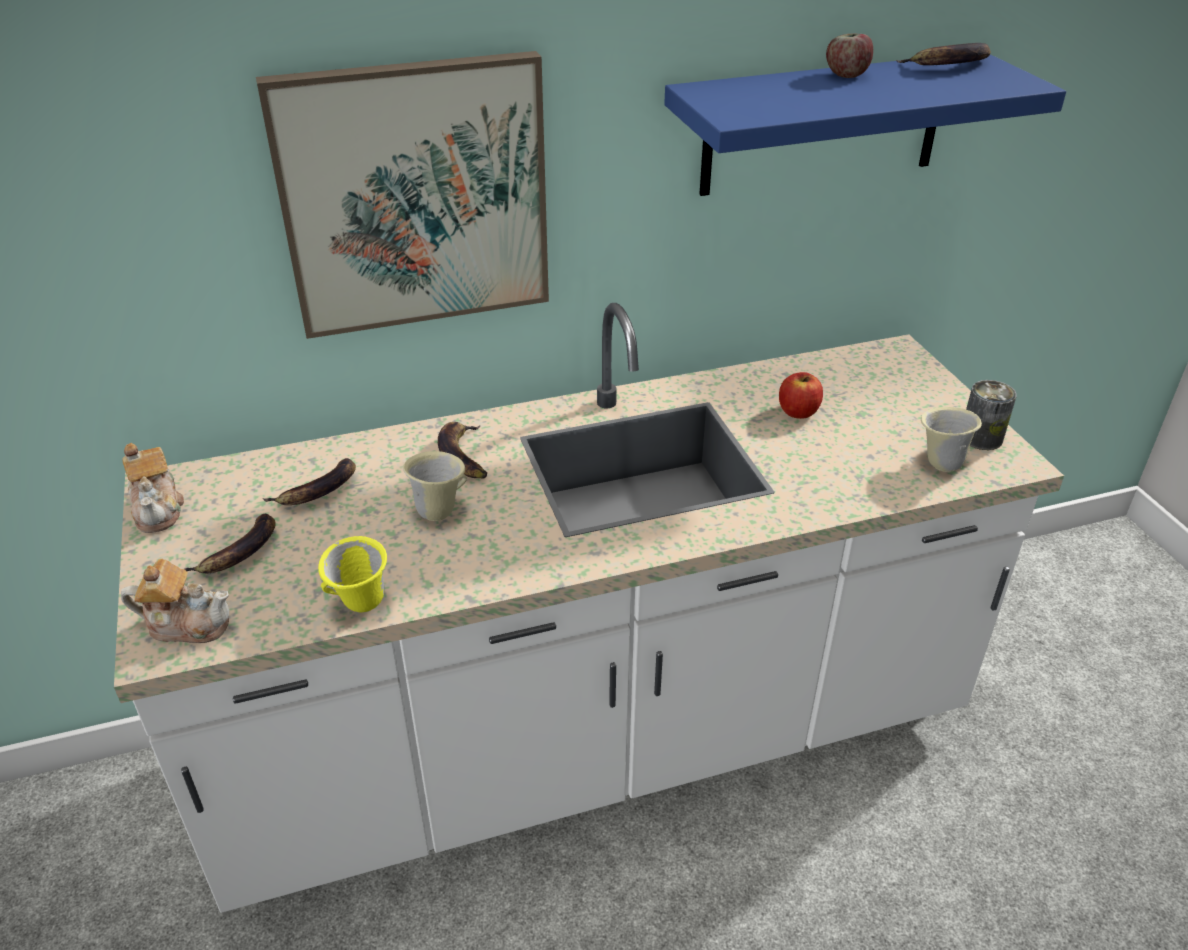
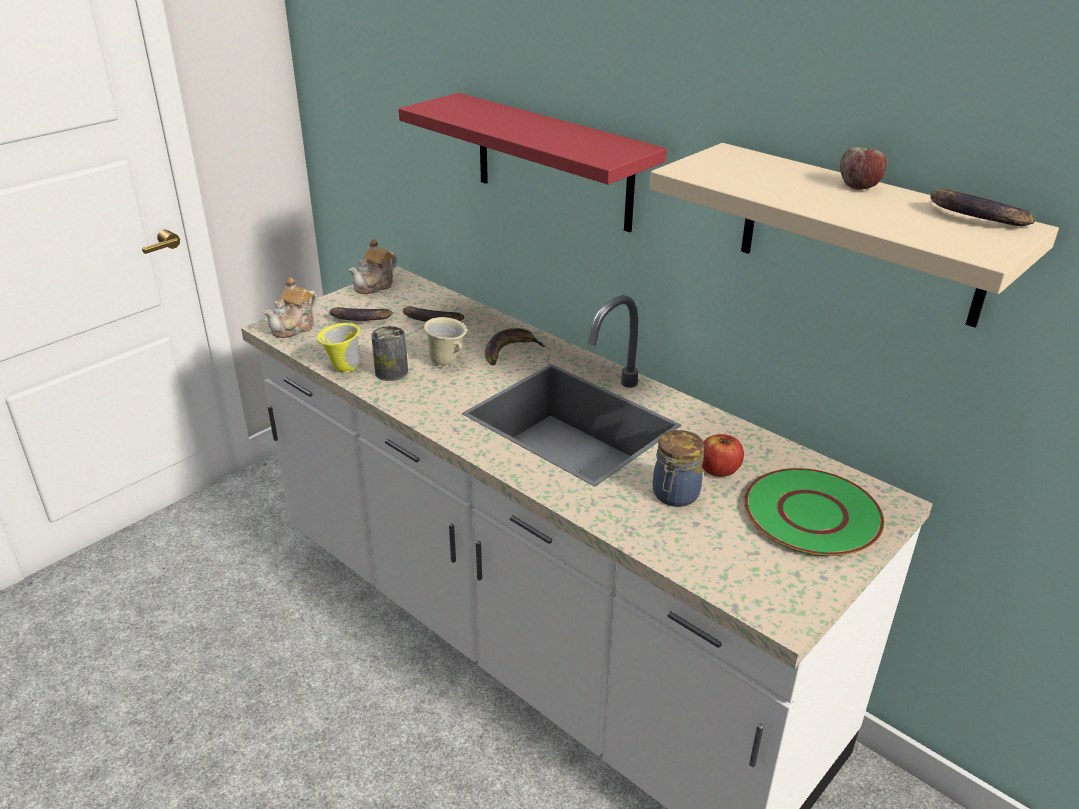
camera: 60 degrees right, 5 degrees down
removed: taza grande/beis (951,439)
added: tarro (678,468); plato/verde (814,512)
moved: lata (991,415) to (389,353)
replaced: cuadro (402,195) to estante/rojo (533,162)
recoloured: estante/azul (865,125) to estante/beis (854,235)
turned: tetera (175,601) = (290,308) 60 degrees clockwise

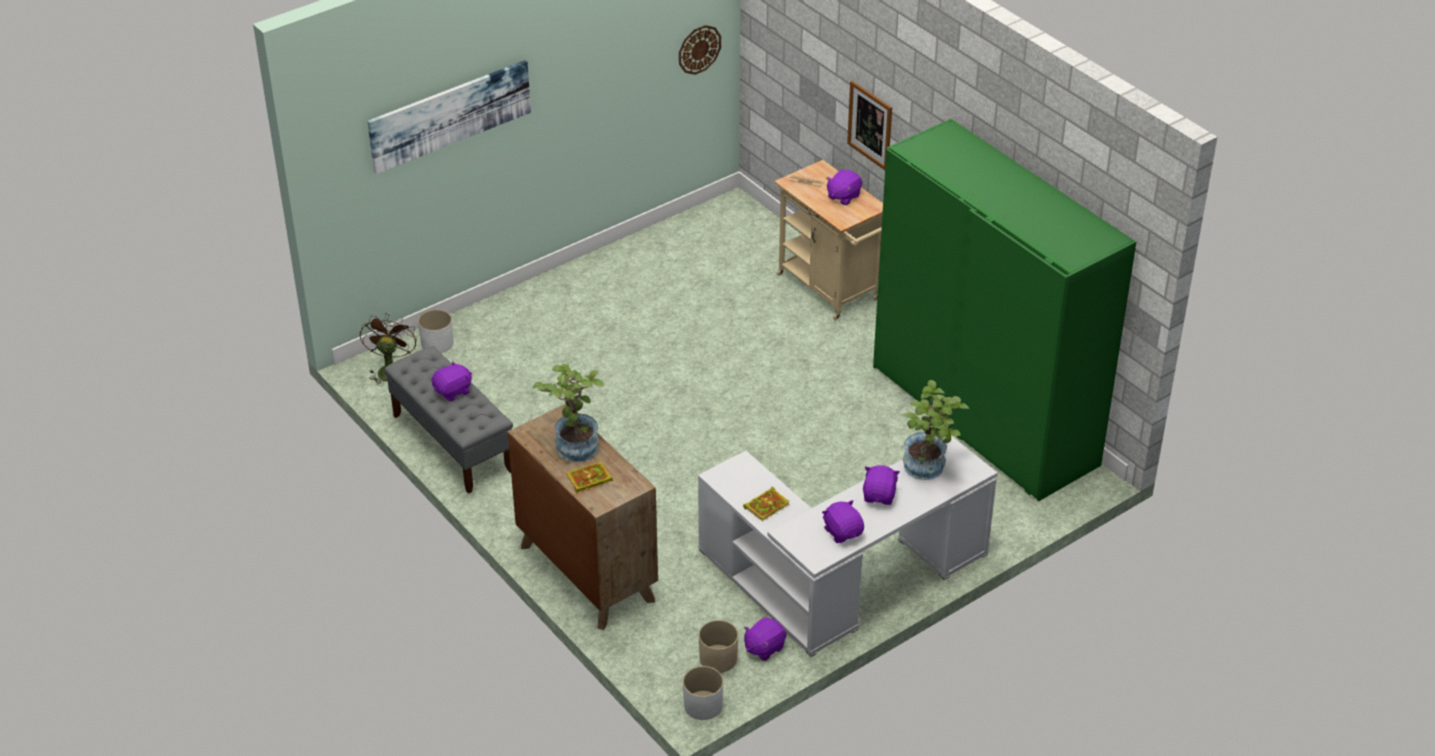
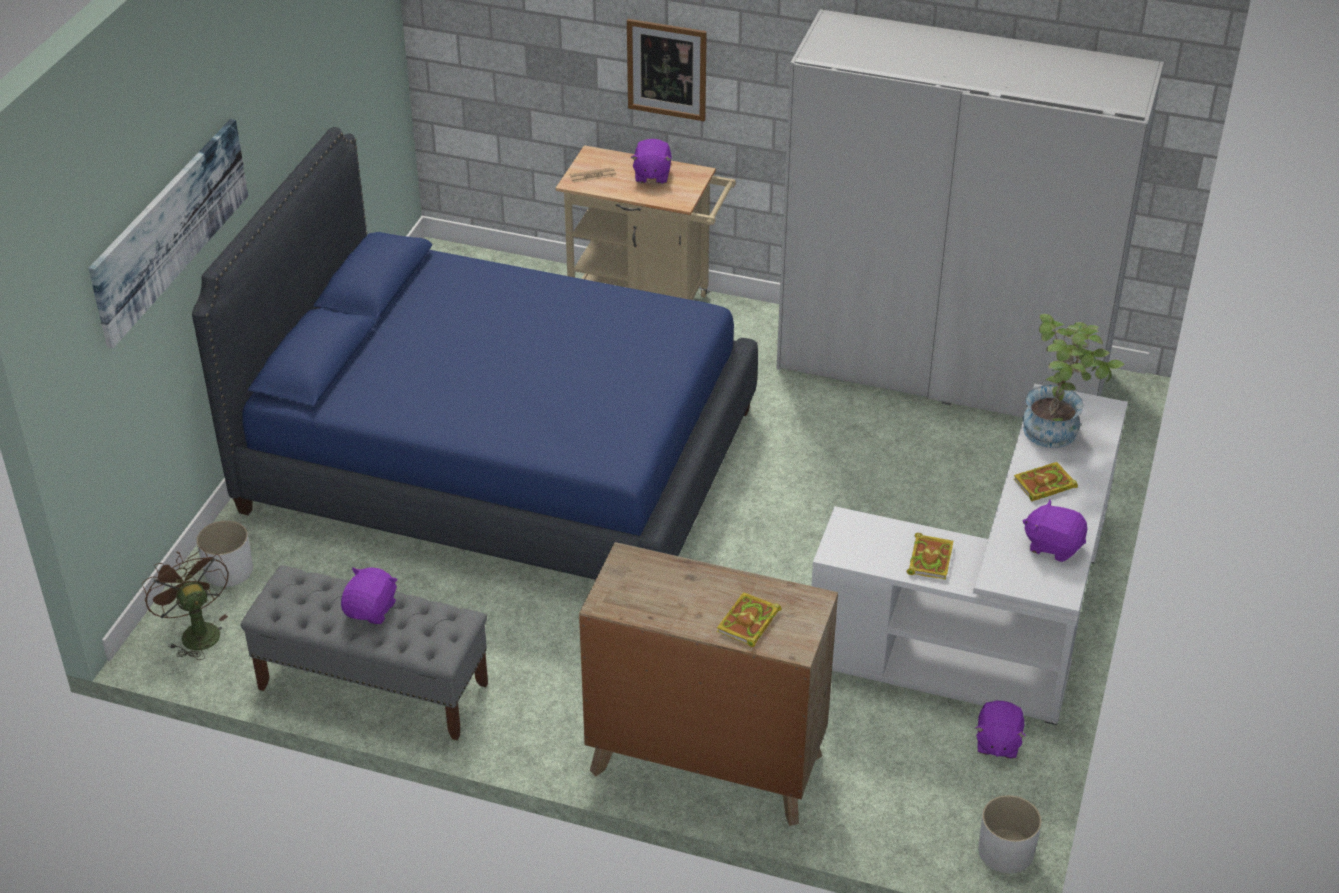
camera: 35 degrees left, 0 degrees up
removed: planta en maceta (568,413); reloj de pared (700,50); maceta/beis (718,646)
added: cama/azul (475,353)
replaced: peluche/morado (881,485) to libro (1046,481)
recoloured: armario ropero/verde (1004,310) to armario ropero/blanco (970,213)

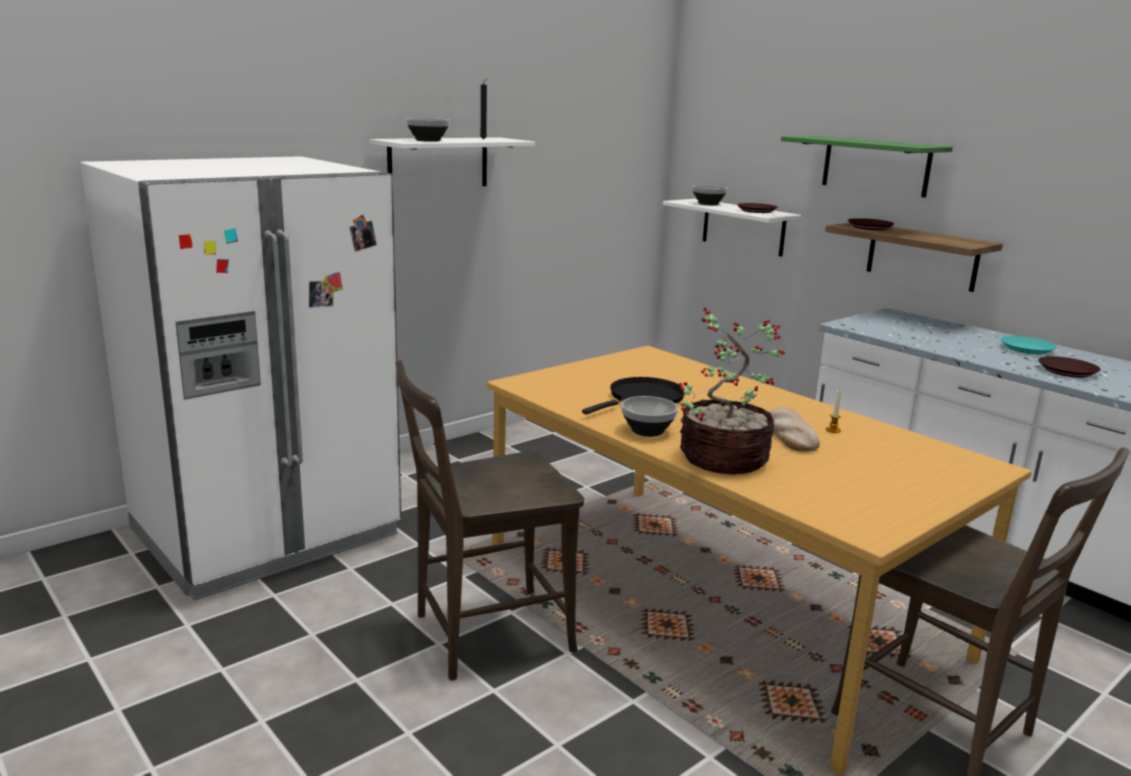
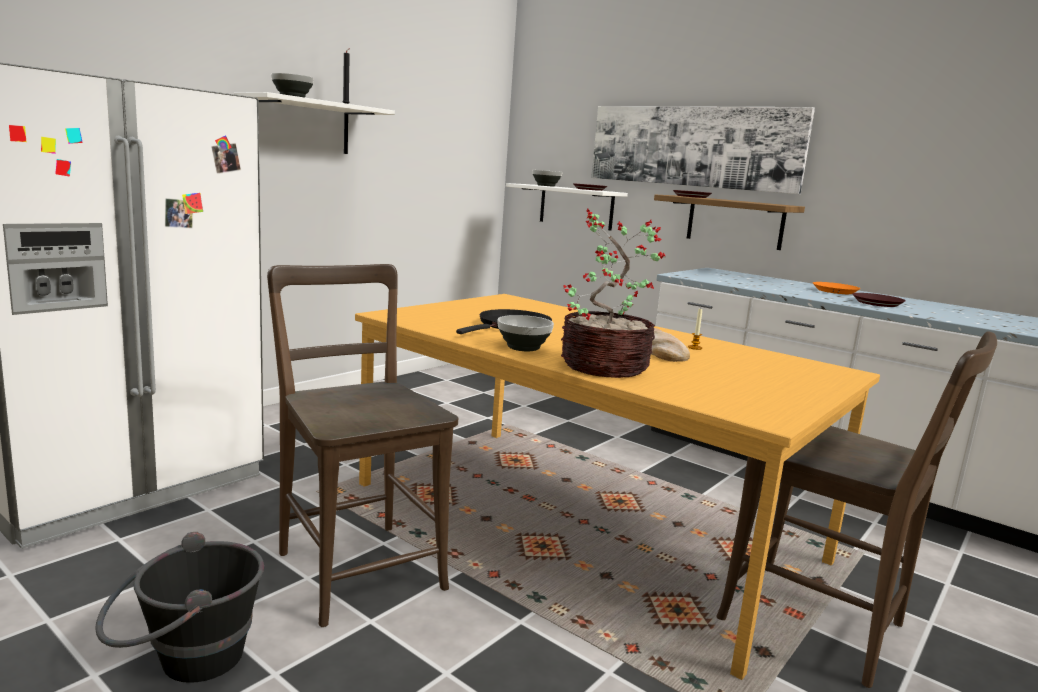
camera: 10 degrees left, 5 degrees down
added: cubo/negro (179,607)
replaced: estante/verde (867,167) to cuadro (703,150)
recoloured: plato/turquesa (1029,345) to plato/naranja (837,288)
turned: silla/marrón (489,520) = (362,445) 90 degrees clockwise

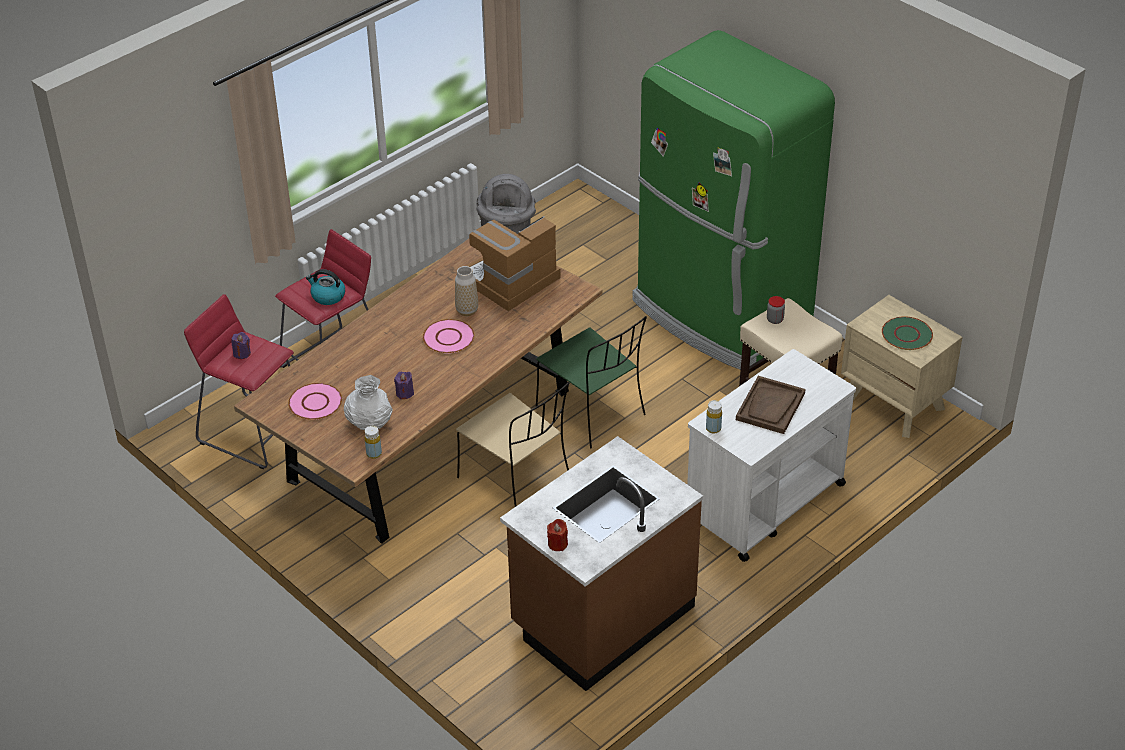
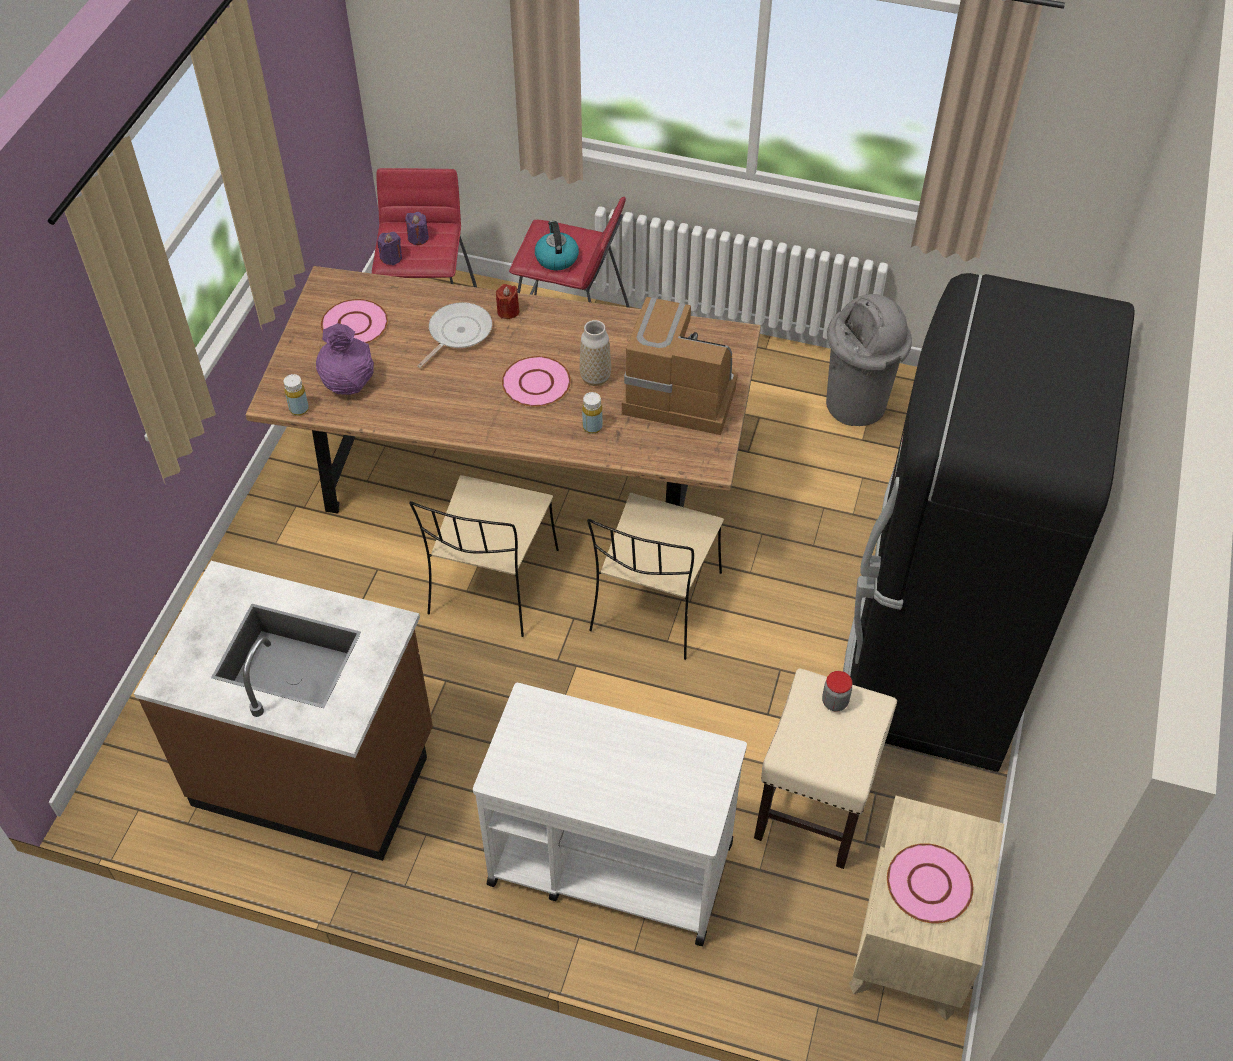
camera: 60 degrees right, 10 degrees up
removed: bandeja/marrón (770,405)
added: sartén (454,335)
moved: vela/morado (404,385) to (389,248); vela/rojo (557,535) to (508,301); botella/amarillo (714,416) to (592,413)
recoloured: florero/blanco (368,402) to florero/morado (345,359); silla/verde (591,382) to silla/beis (655,576); nevera/verde (733,200) to nevera/negro (989,522); plato/verde (907,333) to plato/rosa (930,883)

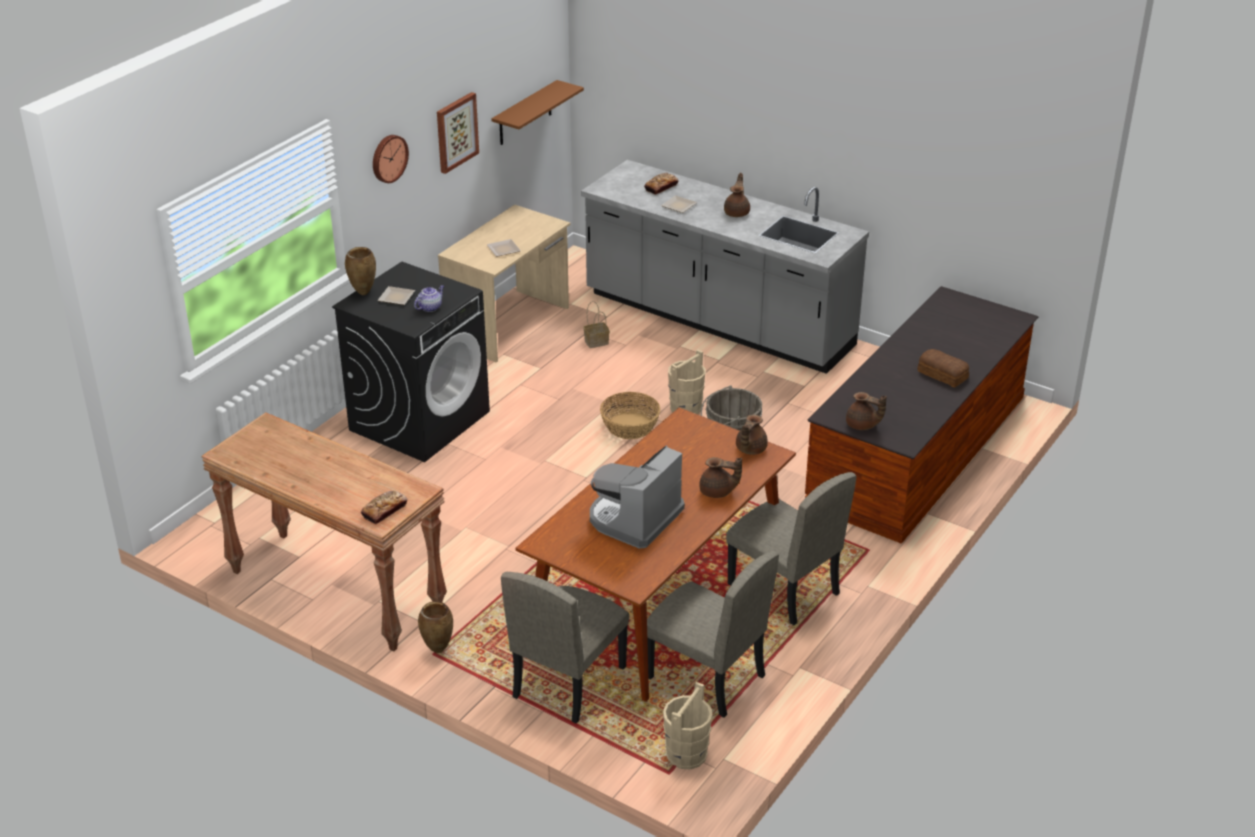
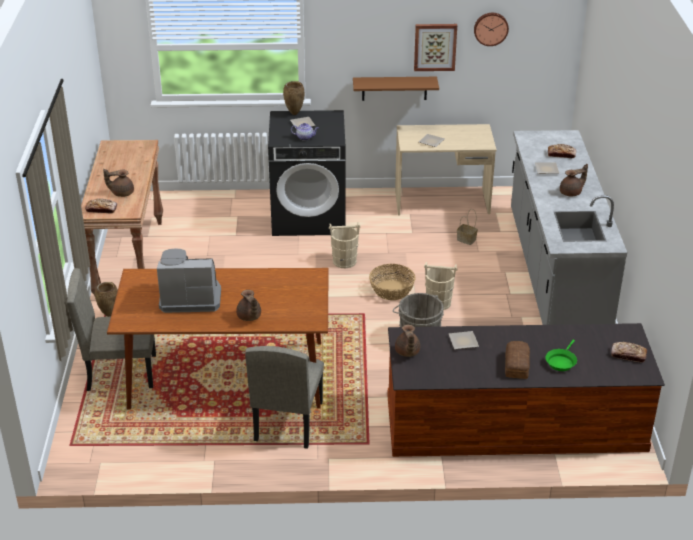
camera: 55 degrees right, 0 degrees up
removed: silla/beis (713,634)
added: plato (464,340); sartén/verde (561,355); pan (629,352)
moved: tetera/marrón (752,435) to (118,183); cubo/beis (687,725) to (345,245); estante/marrón (537,112) to (396,89); reloj de pared (391,159) to (491,29)

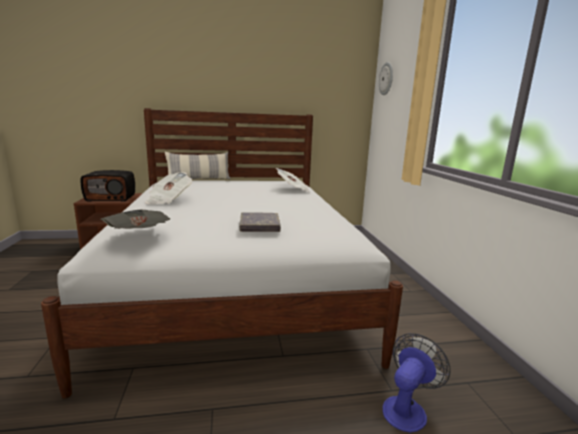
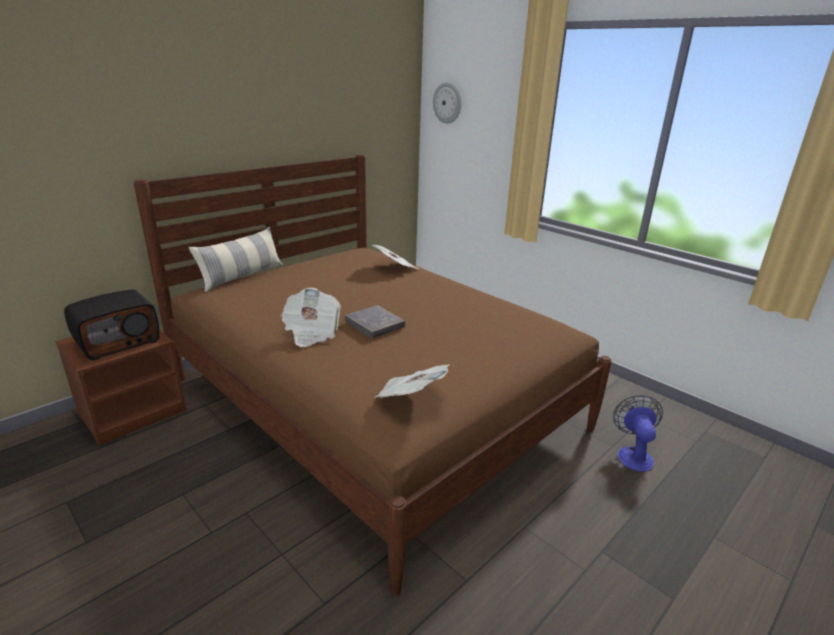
camera: 35 degrees left, 10 degrees up
moved: libro/gris (260,222) to (375,321)
recoloured: cama/blanco (222,253) to cama/marrón (372,375)

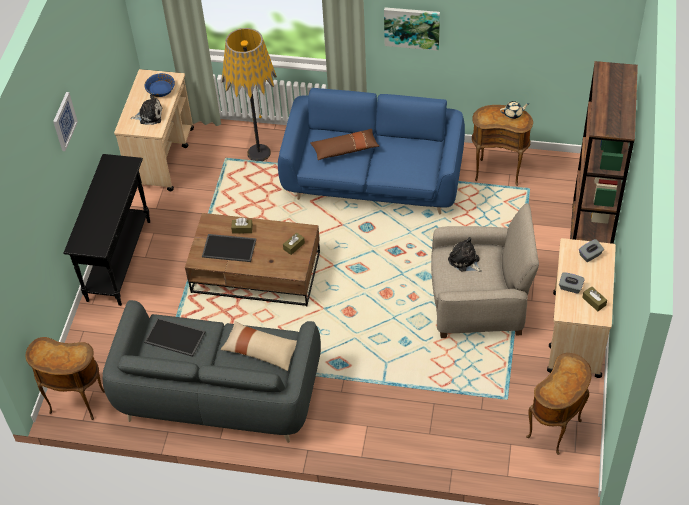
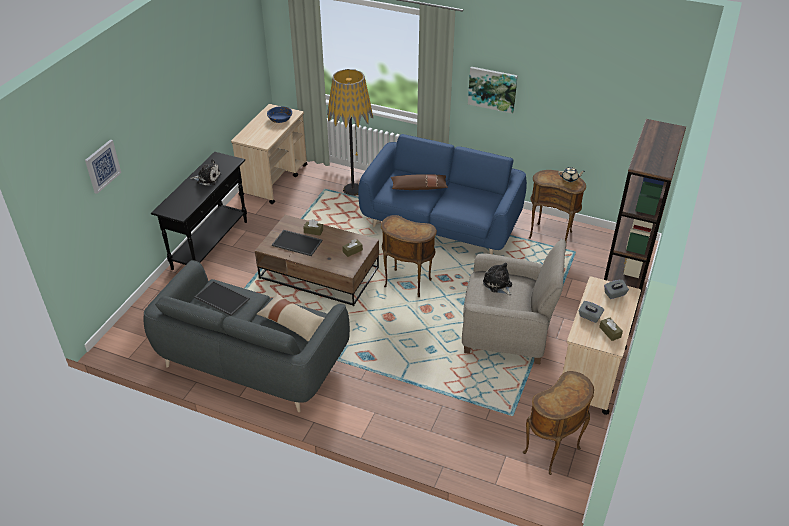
camera: 10 degrees right, 10 degrees down
moved: cuadro (65,121) to (103,167); peluche (146,109) to (205,172); mesa auxiliar/marrón (65,378) to (409,256)

